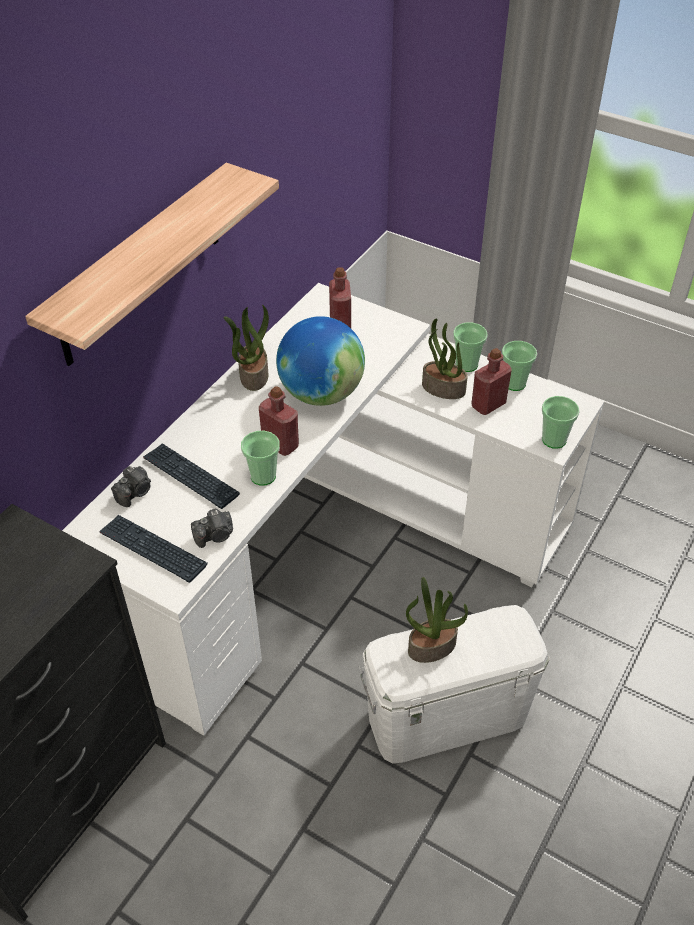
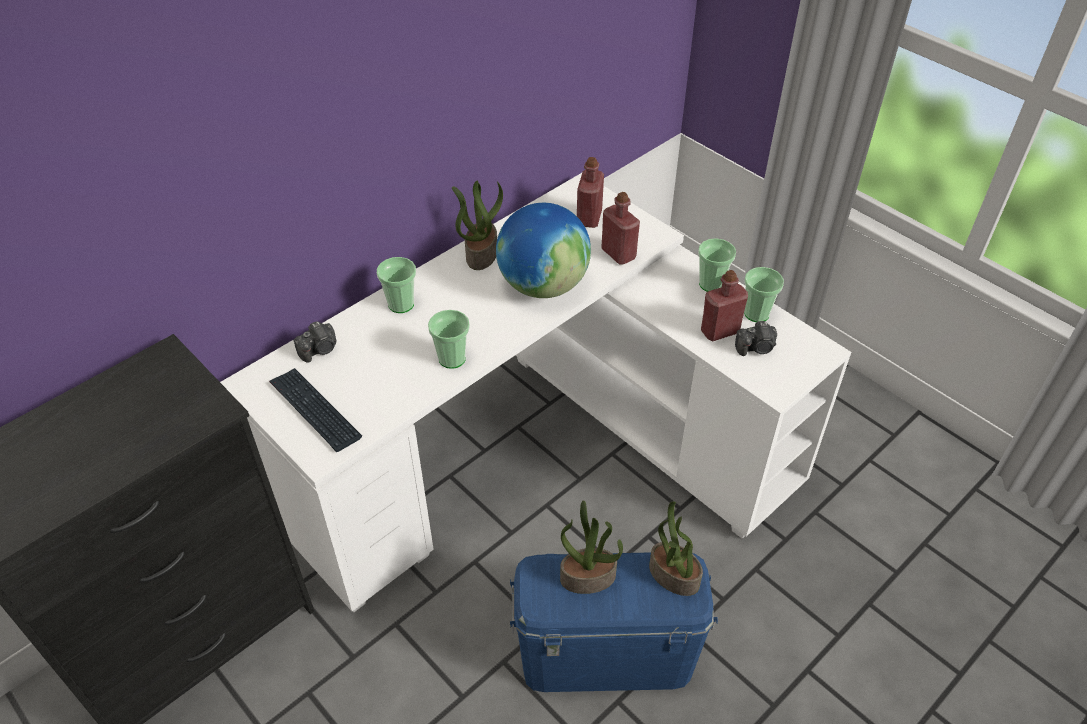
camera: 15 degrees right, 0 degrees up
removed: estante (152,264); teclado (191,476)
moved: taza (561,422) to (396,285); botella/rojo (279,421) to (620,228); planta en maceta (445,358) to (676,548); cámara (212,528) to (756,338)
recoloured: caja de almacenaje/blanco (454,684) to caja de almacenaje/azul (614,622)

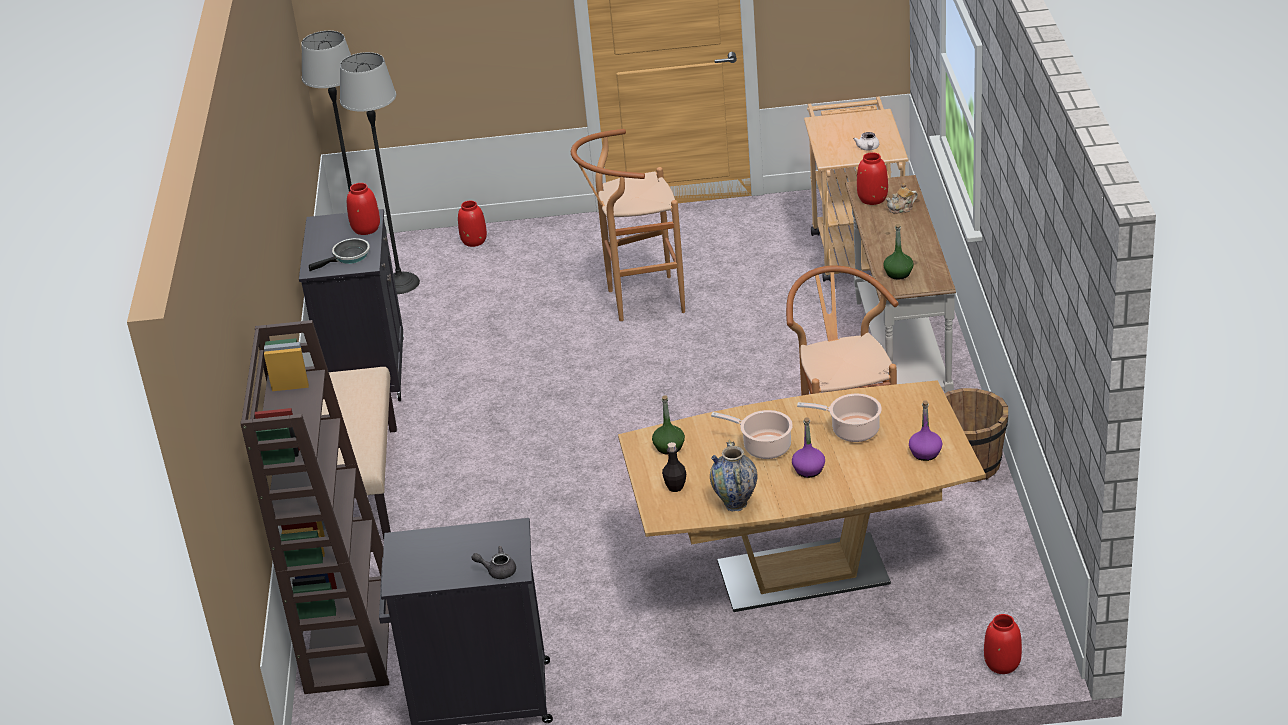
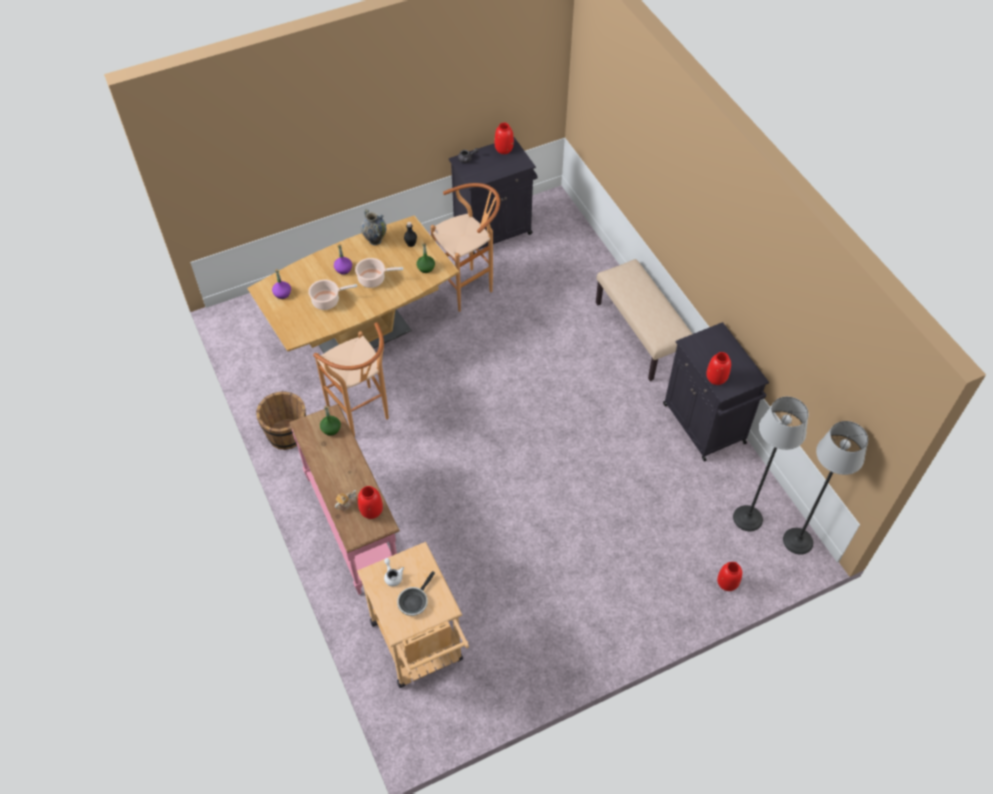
camera: 155 degrees right, 20 degrees up
removed: estantería/marrón (314,507)
moved: sartén (339,254) to (416,593); taburete/marrón (628,225) to (465,247); florero/rojo (1003,644) to (504,138)
recoloured: mesa consola/blanco (900,284) to mesa consola/rosa (344,499)

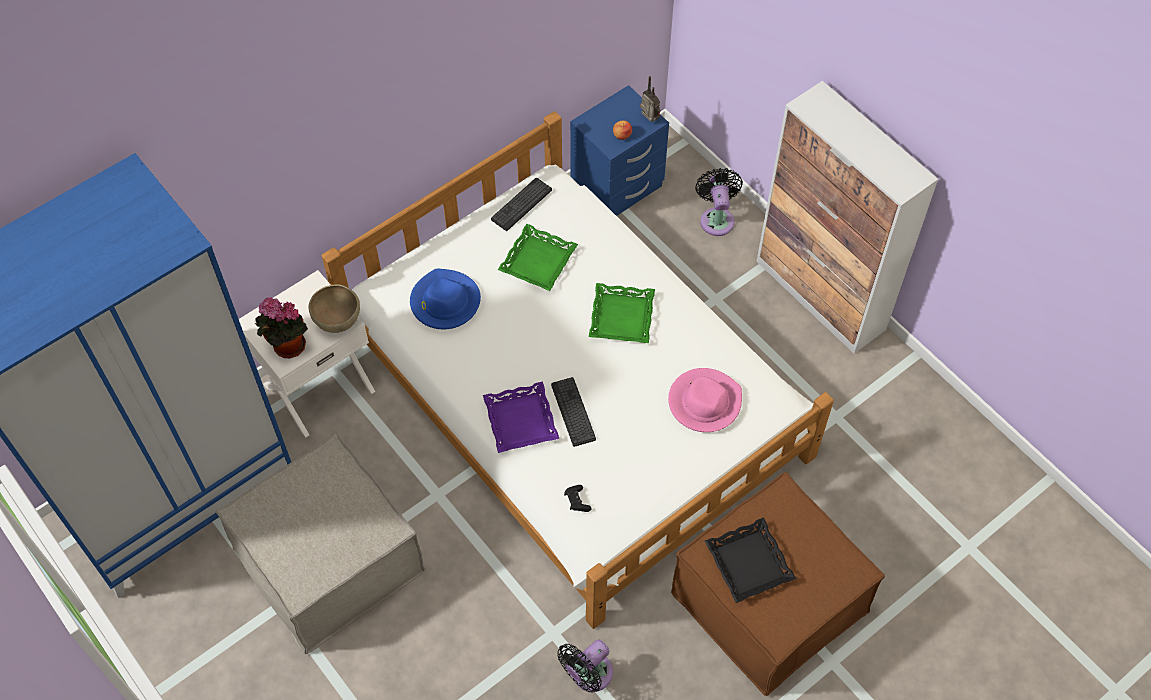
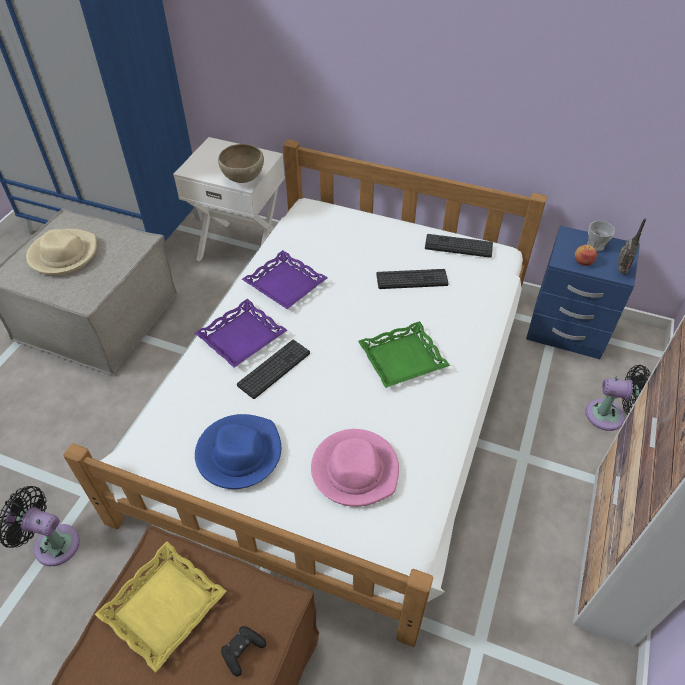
camera: 60 degrees right, 10 degrees down
removed: planta en maceta (281,327)
added: sombrero/beis (61,251); bandeja/morado (285,279); taza (601,236)
moved: sombrero/azul (445,299) to (238,451); mando de consola/negro (578,498) to (243,651)
replaced: bandeja/verde (538,257) to teclado (412,279)
recoloured: bandeja/negro (750,560) to bandeja/amarillo (161,607)
turned: ventilador/negro (719,202) = (618,398) 45 degrees clockwise

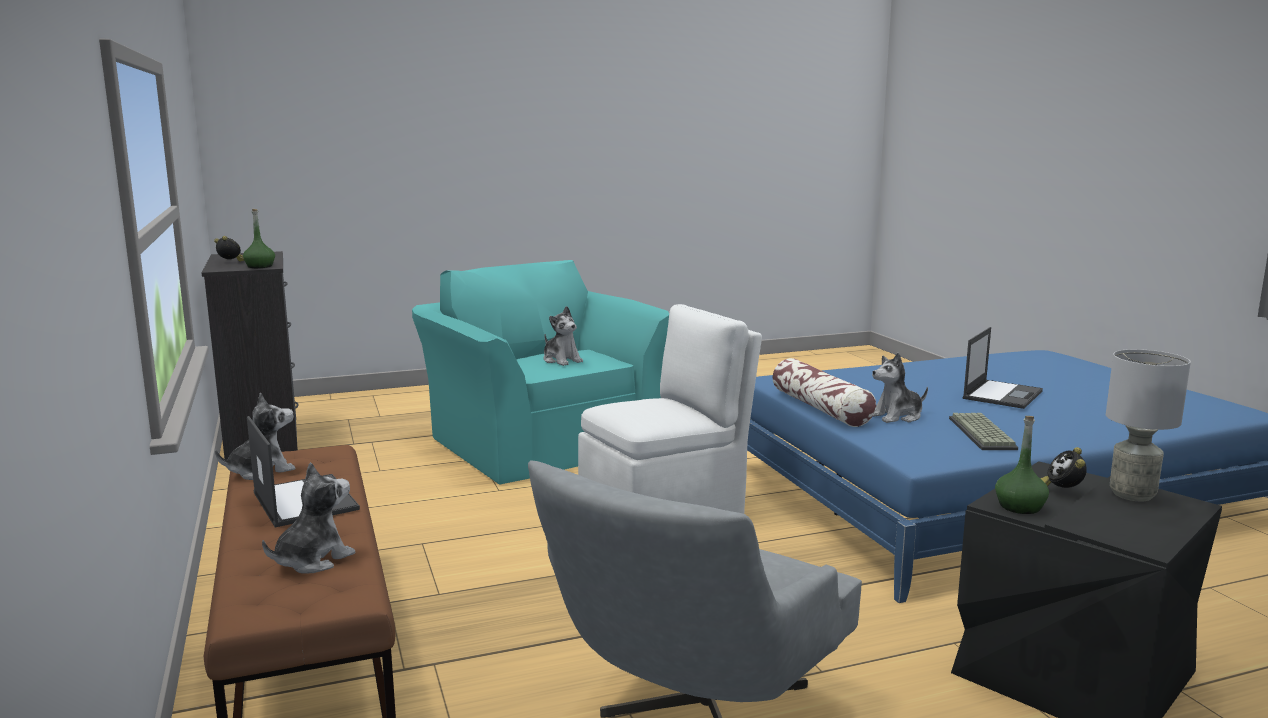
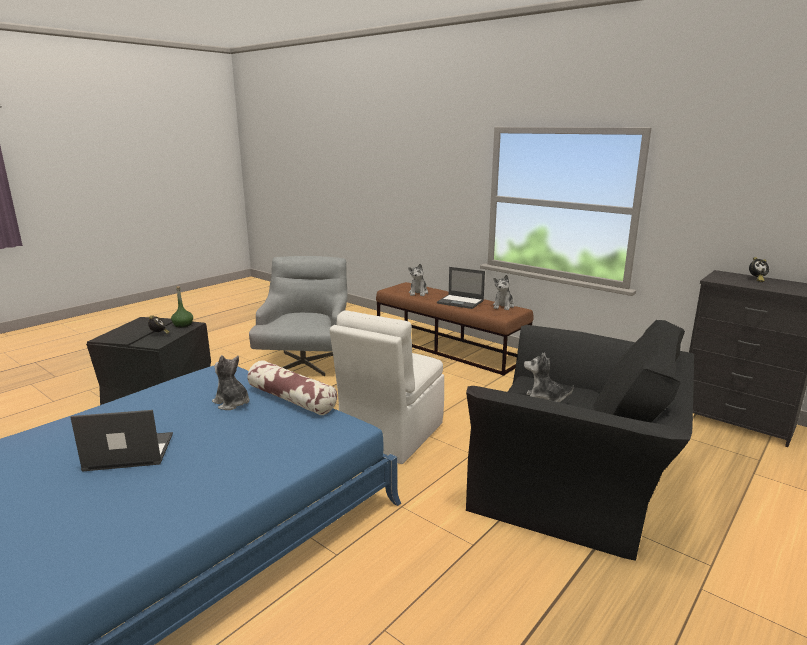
camera: 150 degrees right, 5 degrees up
removed: botella/verde (259,238); teclado (983,431); lámpara de mesa/gris (1148,425)
recoloured: sillón/turquesa (540,372) to sillón/negro (580,440)
turned: portátil (1003,368) = (121,441) 75 degrees clockwise; peluche (900,388) = (231,382) 90 degrees counterclockwise

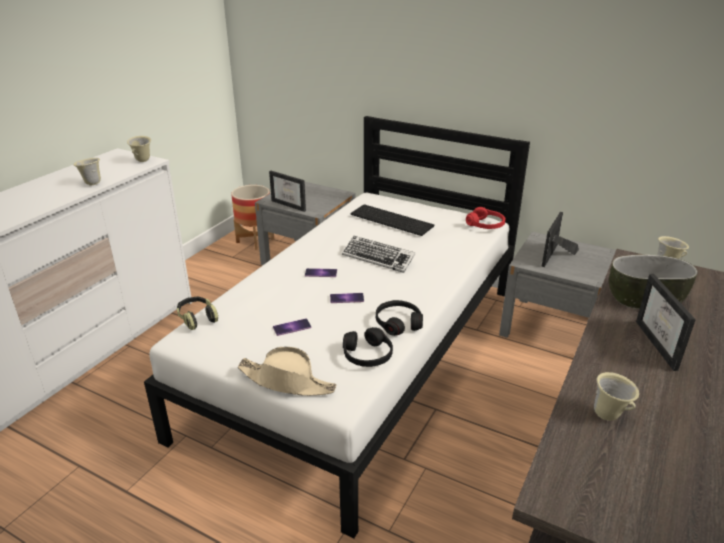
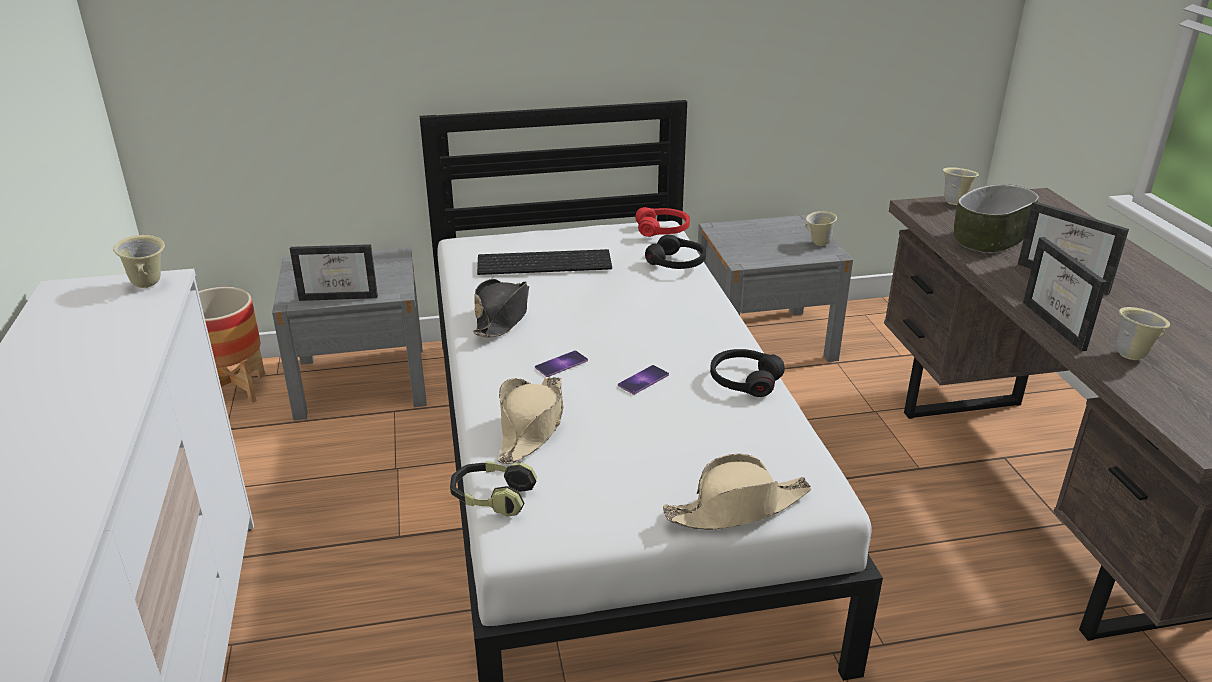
camera: 40 degrees left, 0 degrees up
removed: móvil (292,327); teclado (378,254)
added: sombrero/negro (501,308); sombrero/beis (530,420)
moved: auriculares/negro (368,347) to (675,252); taza grande/beis (87,172) to (821,228); portarretratos (560,239) to (1065,294)

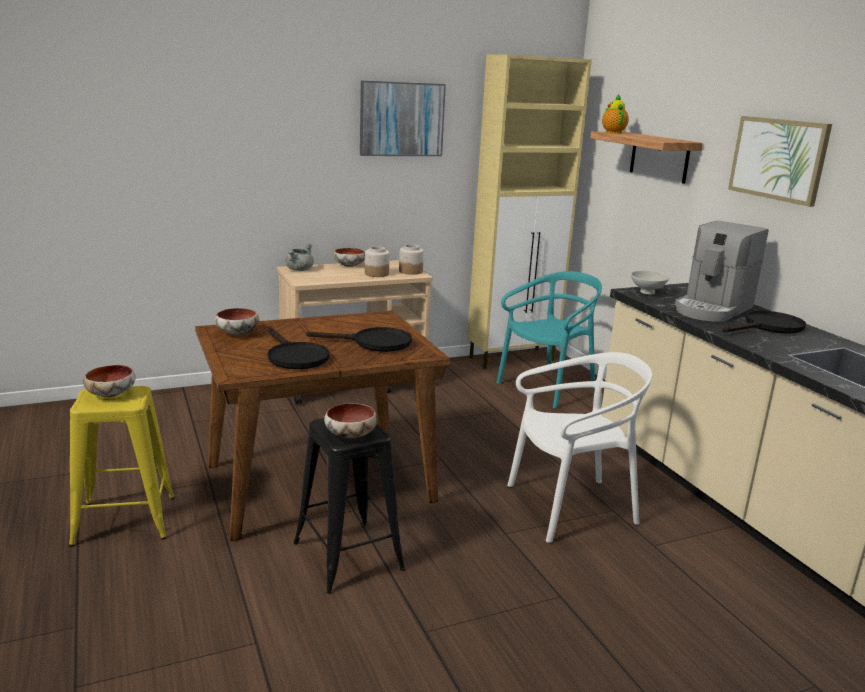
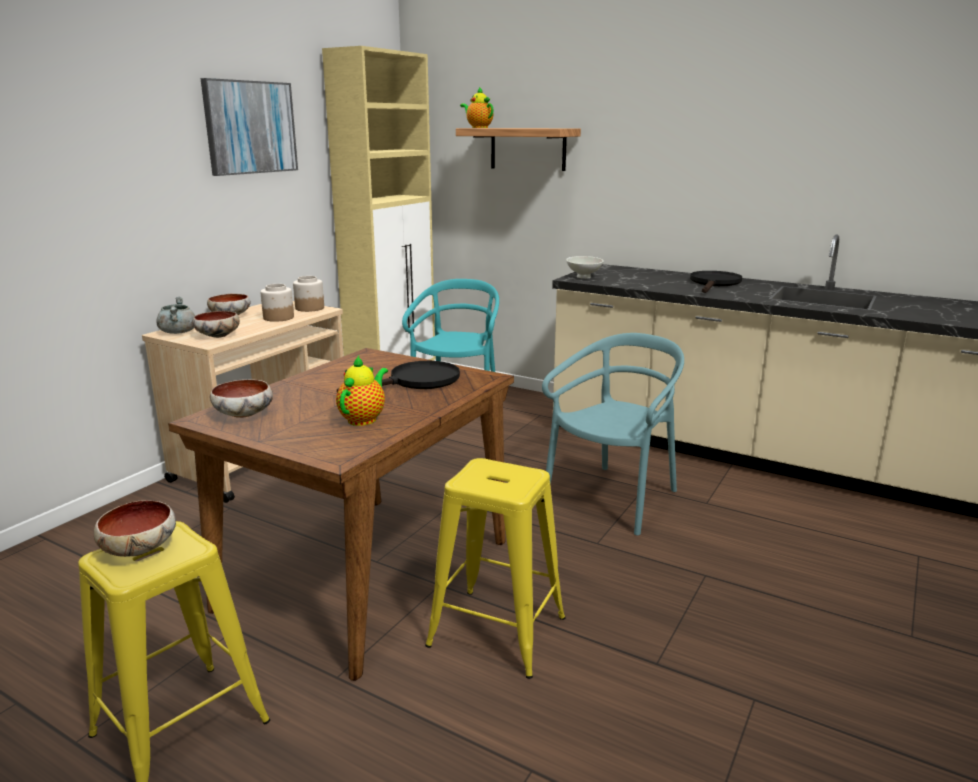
camera: 35 degrees left, 0 degrees up
removed: cafetera (721,271); cuadro (780,161)
moved: cuenco (350,421) to (216,324)
replaced: sartén/negro (299,348) to tetera (362,391)
recoloured: taburete/negro (349,506) to taburete/amarillo (495,568); silla/blanco (579,447) to silla/turquesa (613,434)

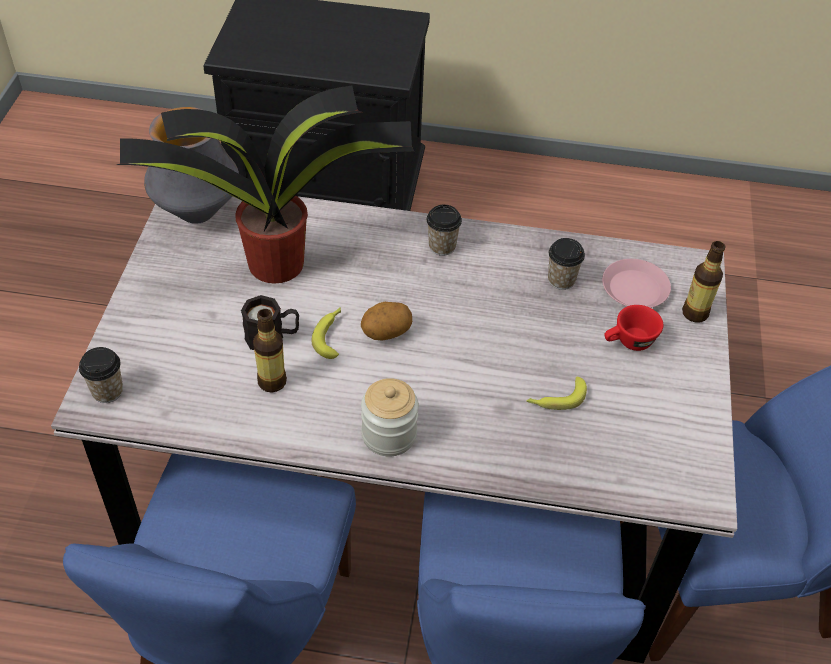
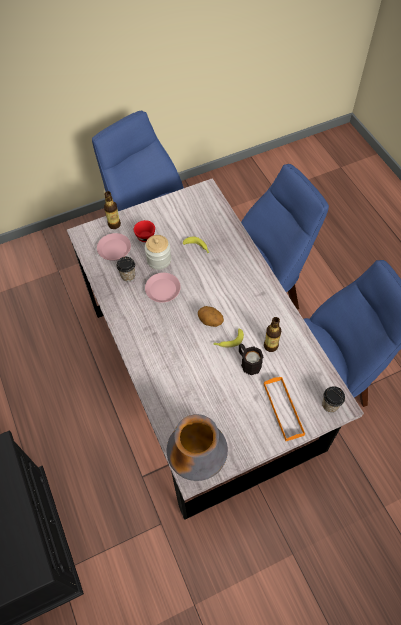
camera: 120 degrees left, 10 degrees up
removed: planta en maceta (265,185); taza (444,230)
added: plato/rosa (163,288); bandeja/naranja (284,409)
moved: tarro (390,417) to (158,252)

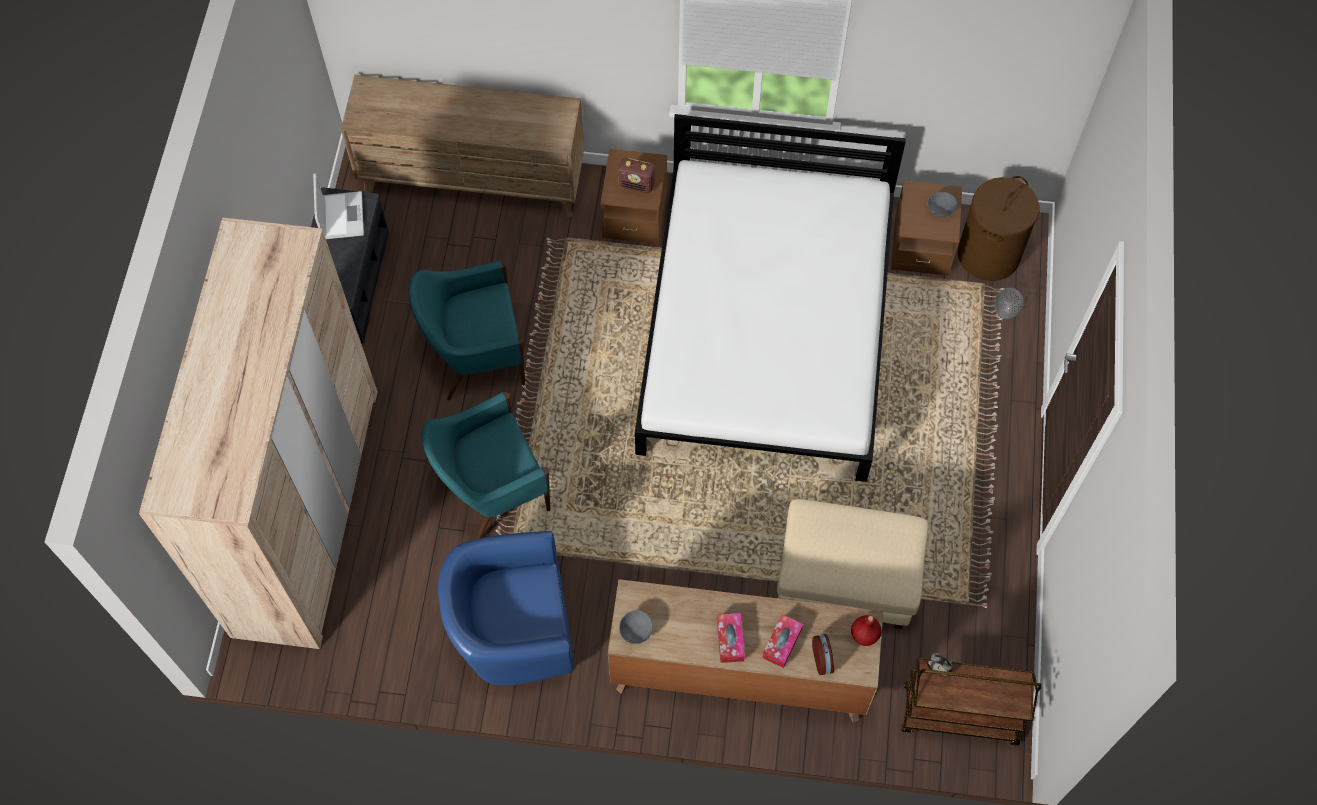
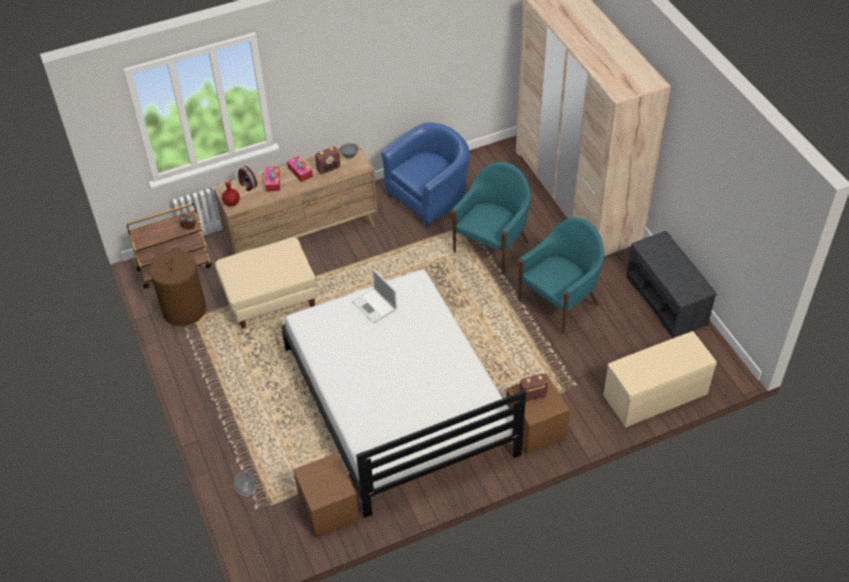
camera: 150 degrees right, 15 degrees down
removed: cuenco/gris (942,204)
added: radio (327,160)
moved: cesto de la ropa/marrón (998,228) to (177,287); portátil (338,206) to (374,296)
replaced: cómoda/marrón (462,146) to banco/beis (660,379)

